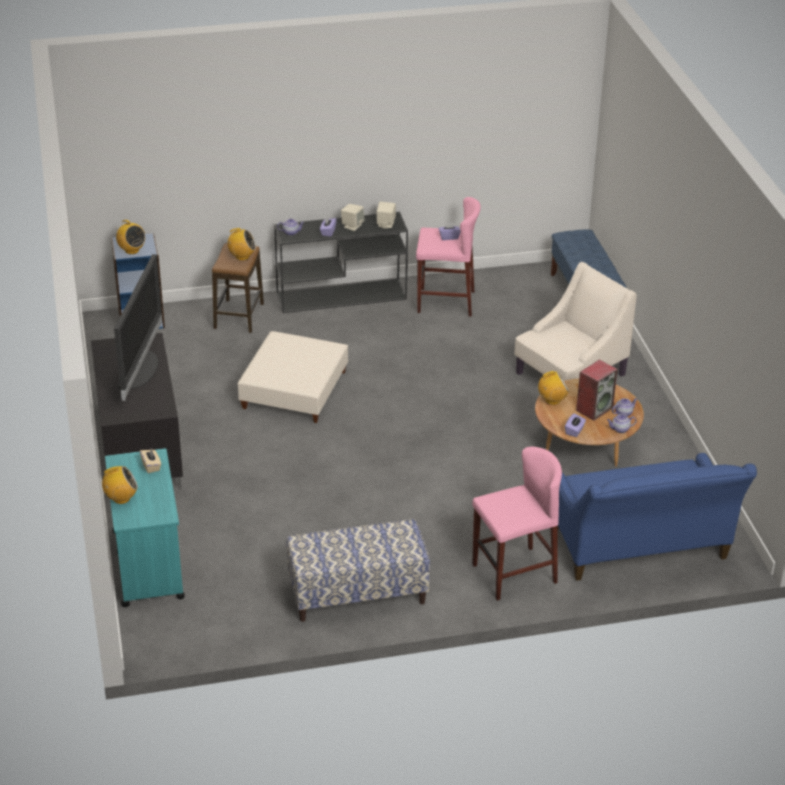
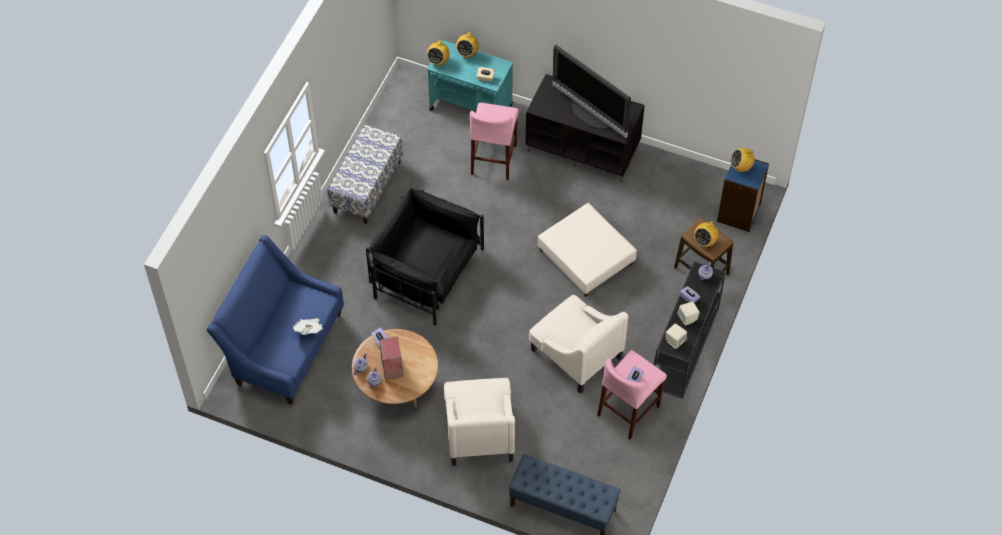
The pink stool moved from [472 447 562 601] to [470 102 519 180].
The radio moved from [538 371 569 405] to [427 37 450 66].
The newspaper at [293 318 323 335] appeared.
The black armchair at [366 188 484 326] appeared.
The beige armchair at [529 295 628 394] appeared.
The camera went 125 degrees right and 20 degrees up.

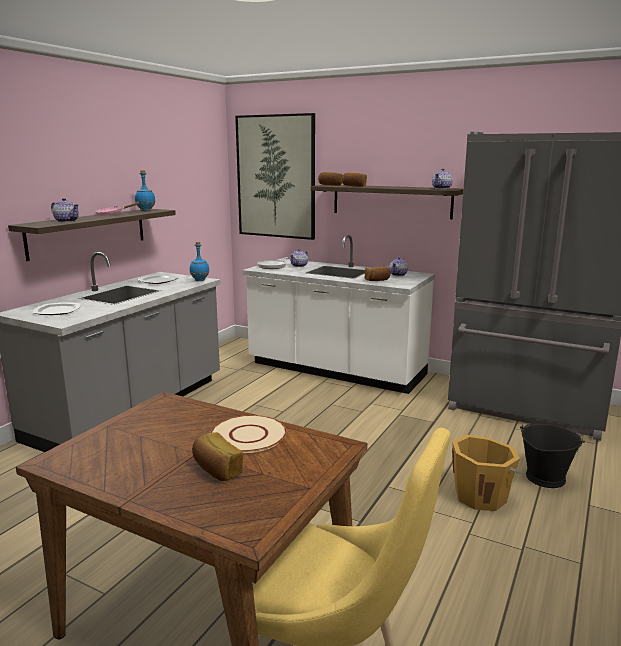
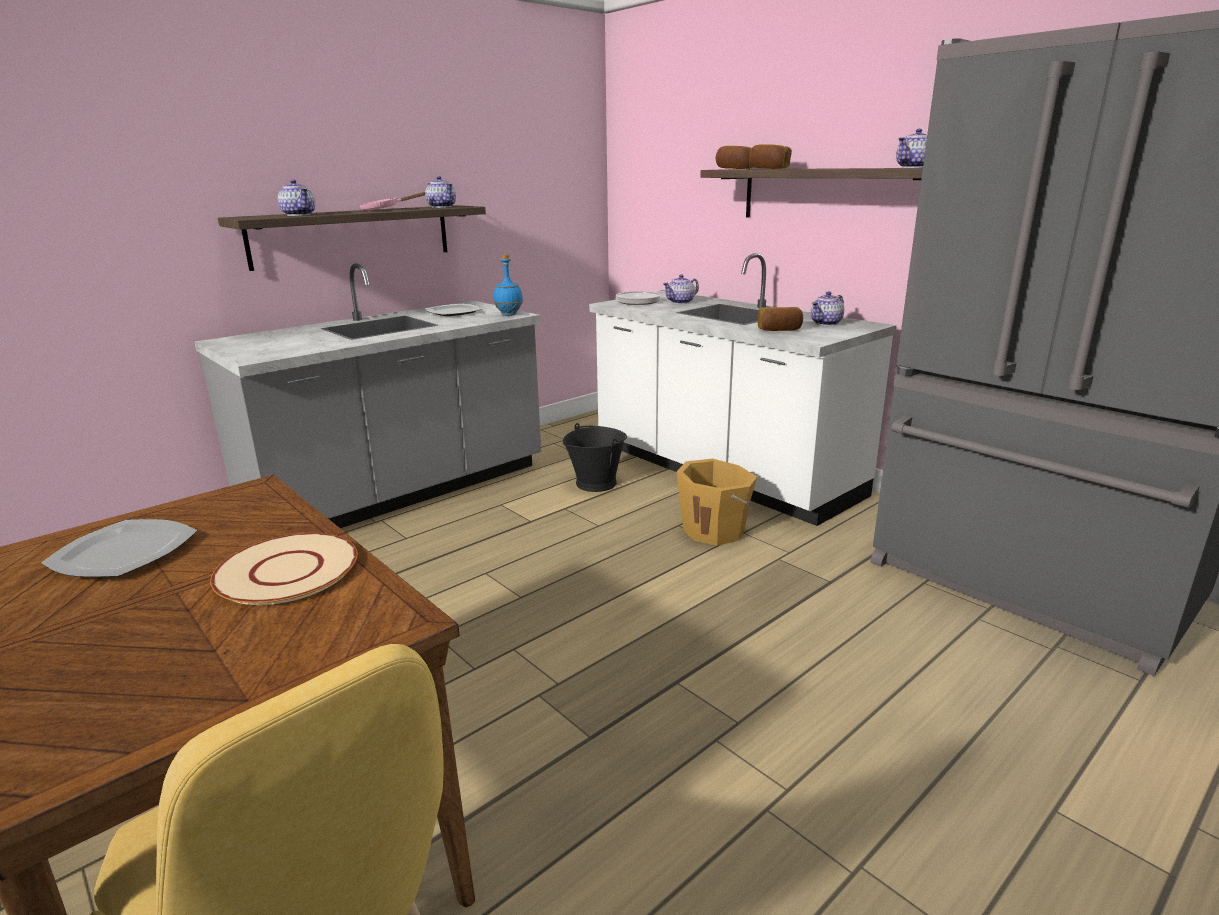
The plate moved from [32 303 81 315] to [41 519 197 577].
The blue bottle at [135 170 155 211] was replaced by the teapot at [425 176 456 208].
The bread at [192 432 243 481] disappeared.
The picture at [235 113 315 240] disappeared.
The orange bucket moved from [452 434 523 511] to [677 459 757 546].
The black bucket moved from [520 424 585 488] to [563 423 627 492].
The camera went 20 degrees right and 5 degrees up.

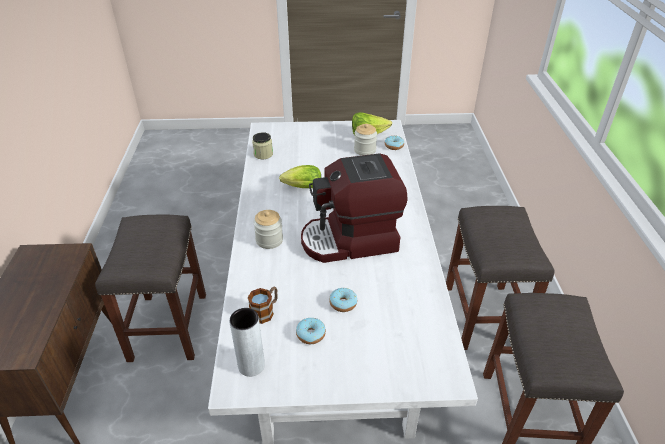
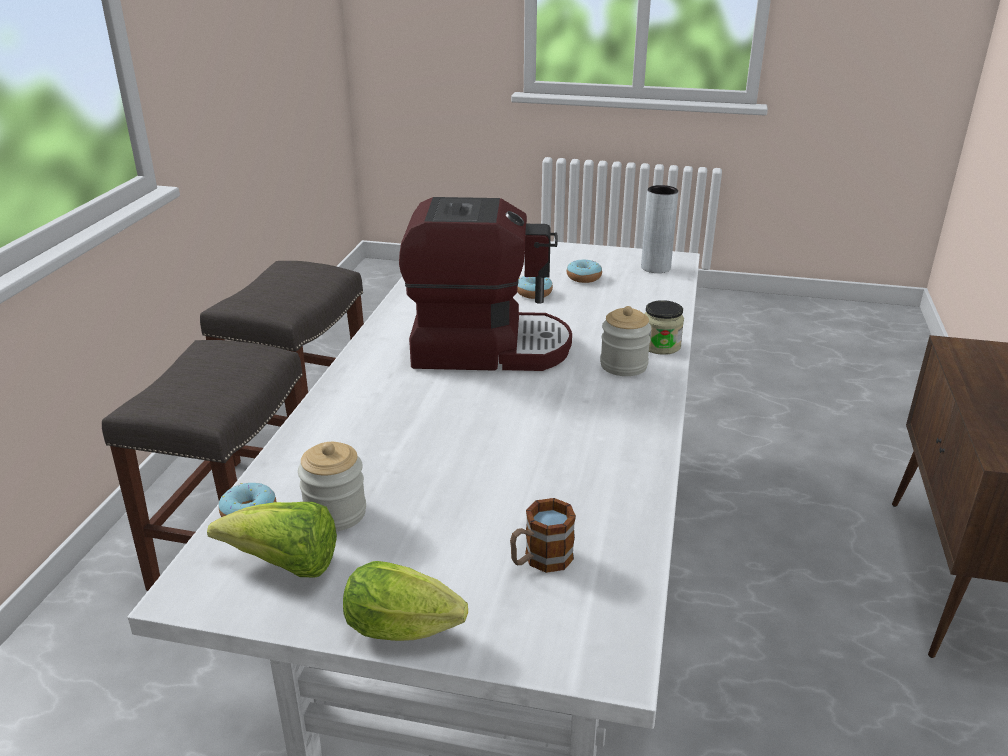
The grey stool at [95 214 206 362] disappeared.
The mug moved from [248 286 278 324] to [510 498 576 573].
The jar moved from [252 132 273 159] to [644 300 684 355].
The lettuce moved from [279 165 321 188] to [343 561 468 641].
The camera went 165 degrees left and 10 degrees down.

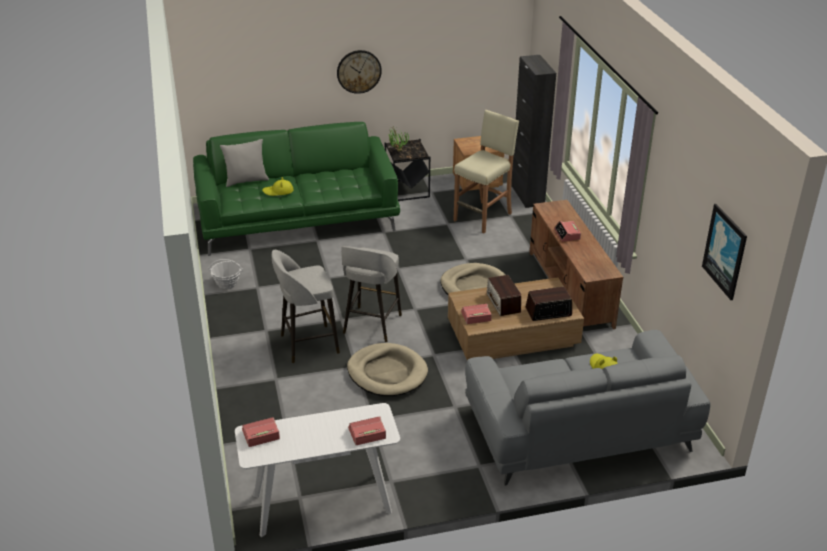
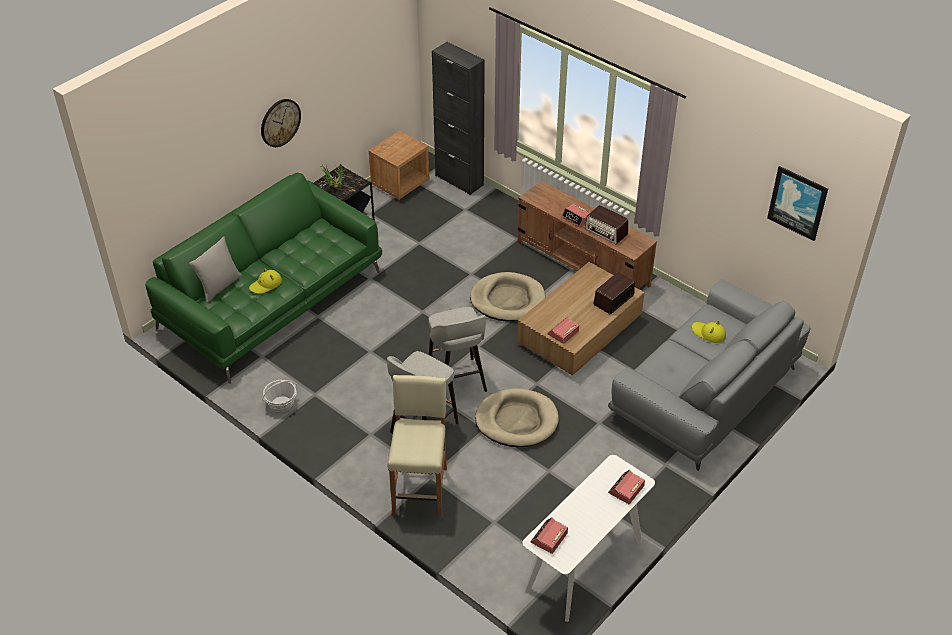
The beige stool moved from [453 110 519 233] to [387 375 447 518].
The radio moved from [487 275 521 316] to [585 205 628 245].
The camera went 35 degrees left and 10 degrees up.

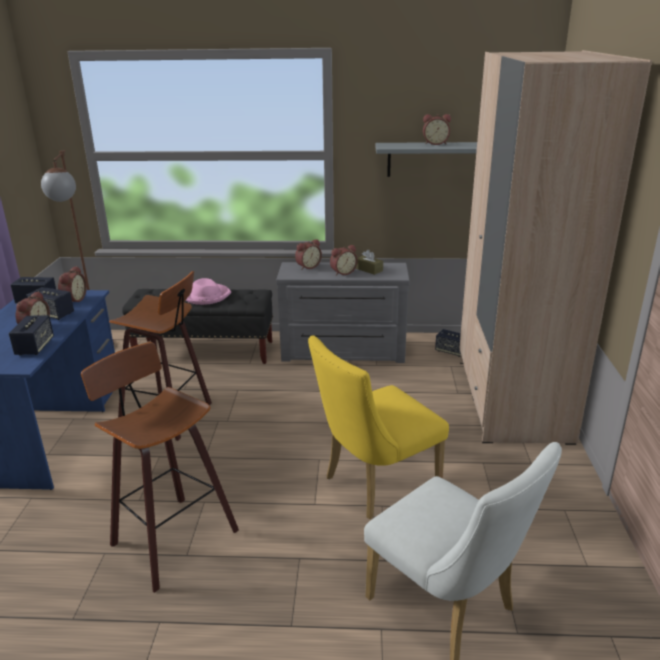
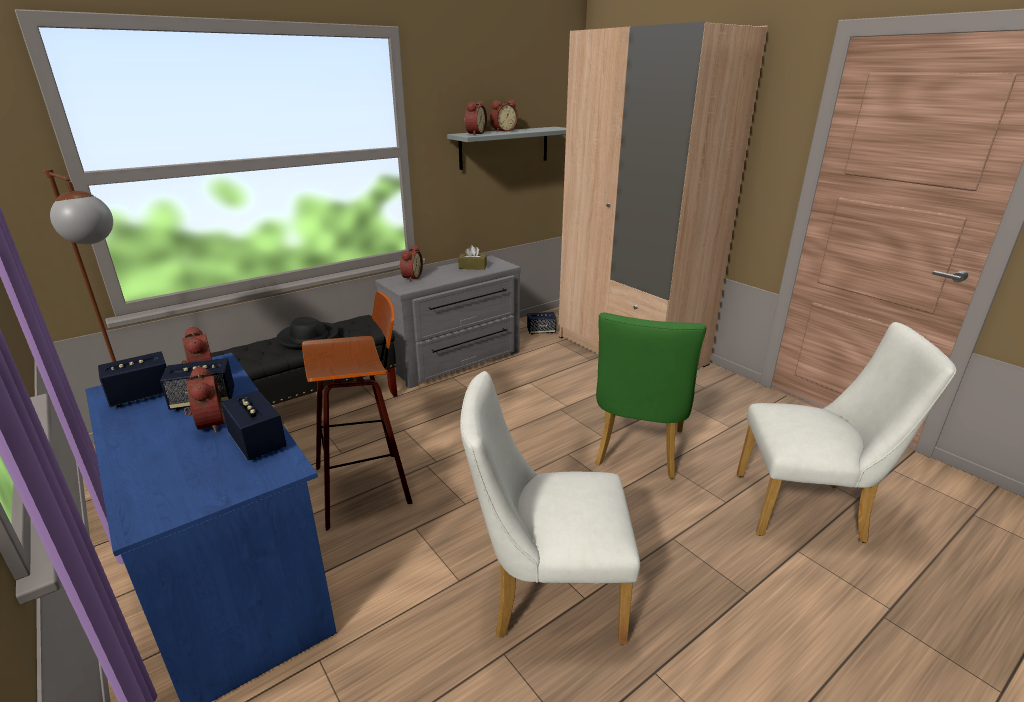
The stool at [81 342 239 593] was replaced by the white chair at [460 371 640 645].
The pink hat at [186 278 231 305] became the black hat at [277 317 339 350].
The yellow chair at [308 335 449 519] became the green chair at [595 312 706 479].
The alarm clock moved from [330 245 358 276] to [464 101 487 135].
The camera went 40 degrees left and 0 degrees up.

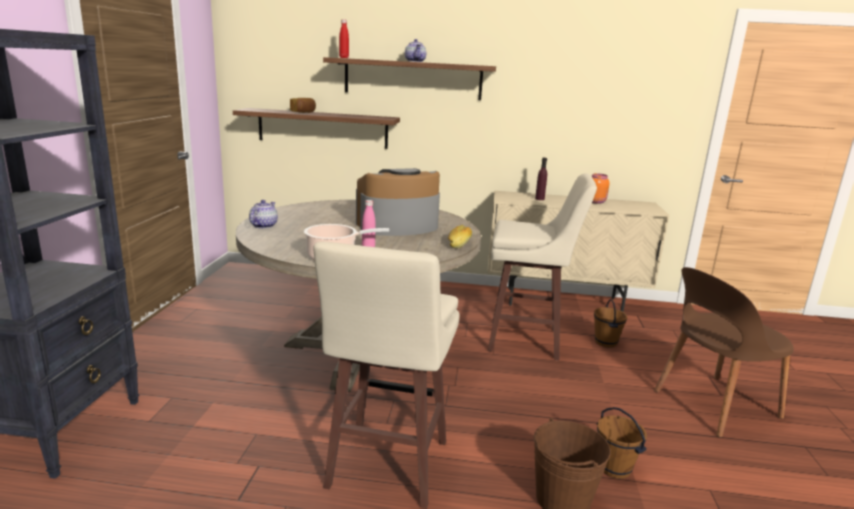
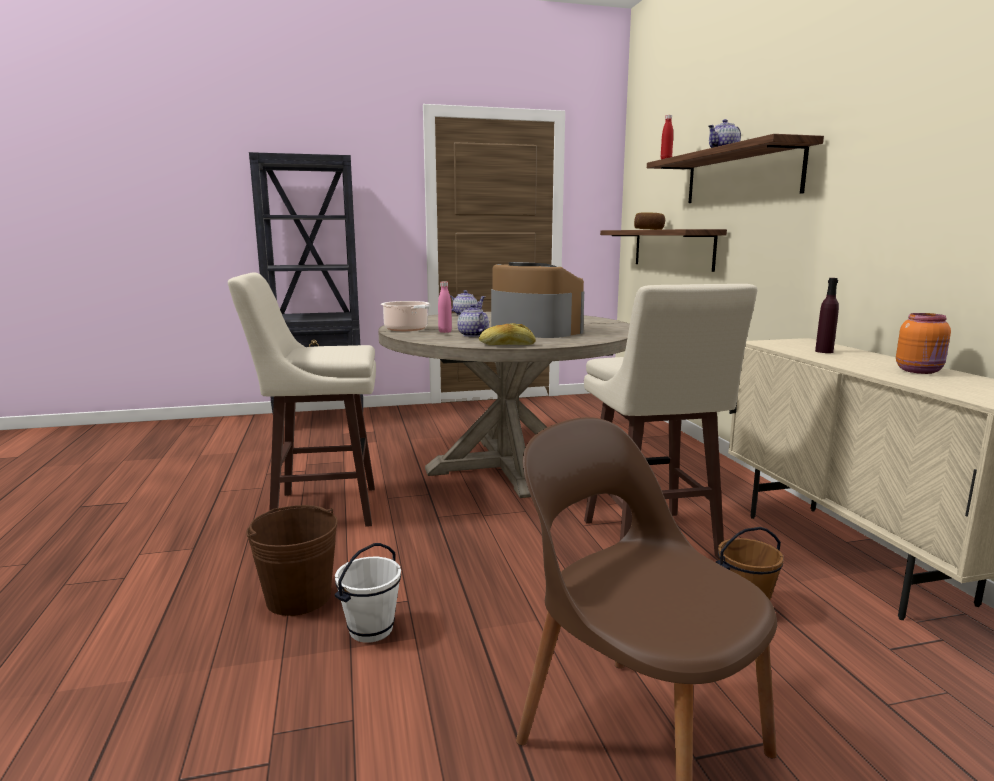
The brown bucket at [597 407 647 479] became the white bucket at [334 543 401 643].
The teapot at [457 304 489 337] appeared.
The camera went 70 degrees right and 5 degrees down.

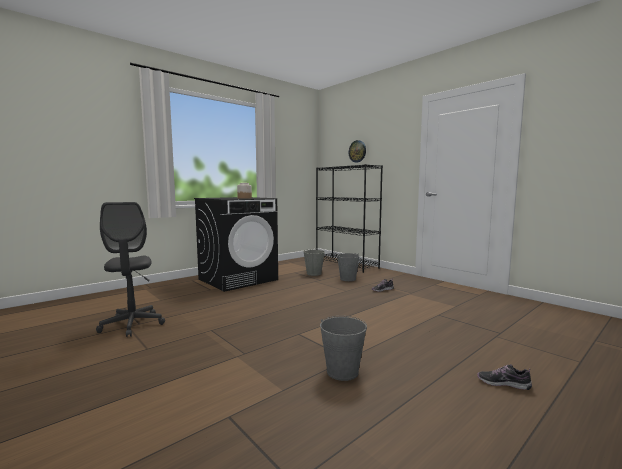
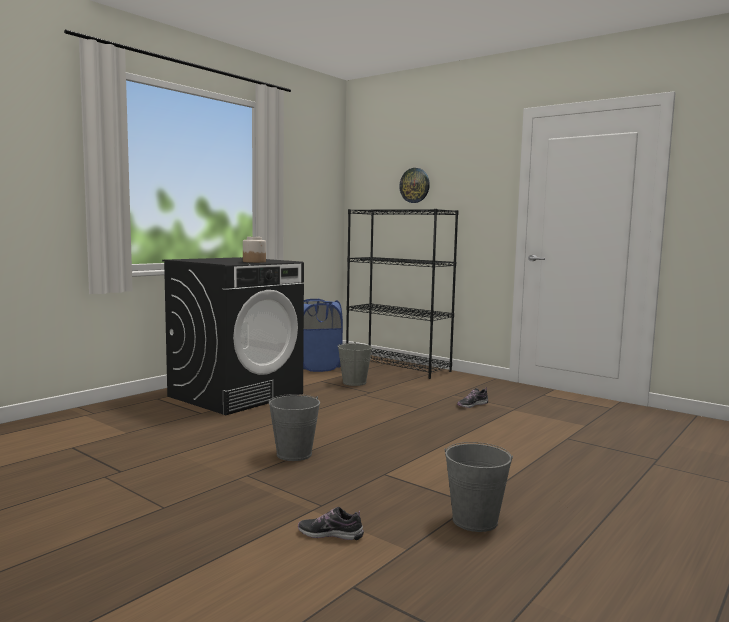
The grey office chair at [96 202 165 337] disappeared.
The grey bucket moved from [337 253 360 281] to [269 394 320 461].
The shoe moved from [477 364 532 390] to [298 507 364 540].
The blue laundry basket at [303 299 343 372] appeared.
The camera went 10 degrees left and 0 degrees up.

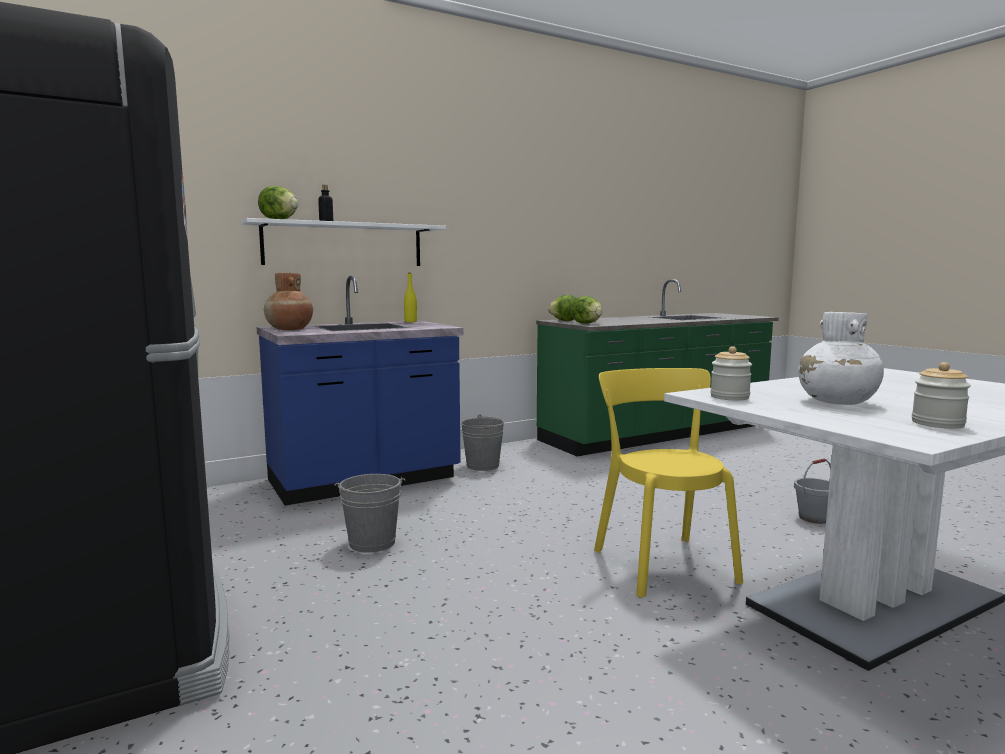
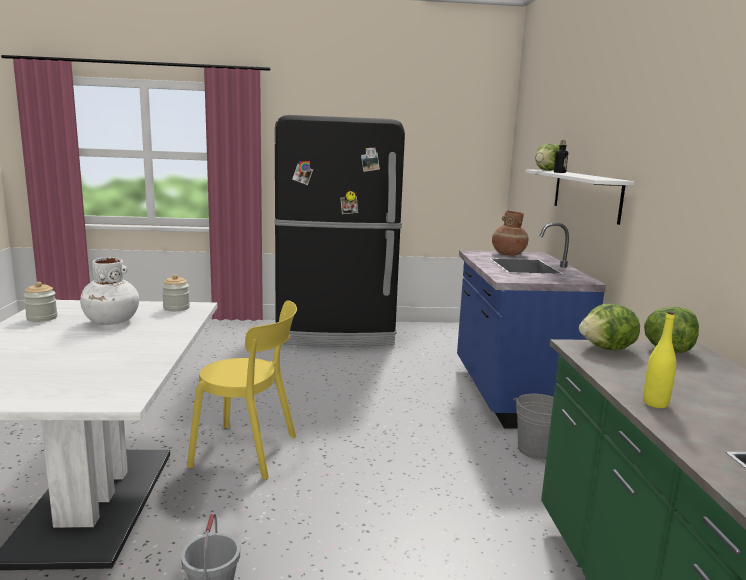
The grey bucket at [334 474 405 553] disappeared.
The yellow bottle moved from [404 273 417 322] to [643 311 676 408].
The camera went 115 degrees right and 5 degrees up.

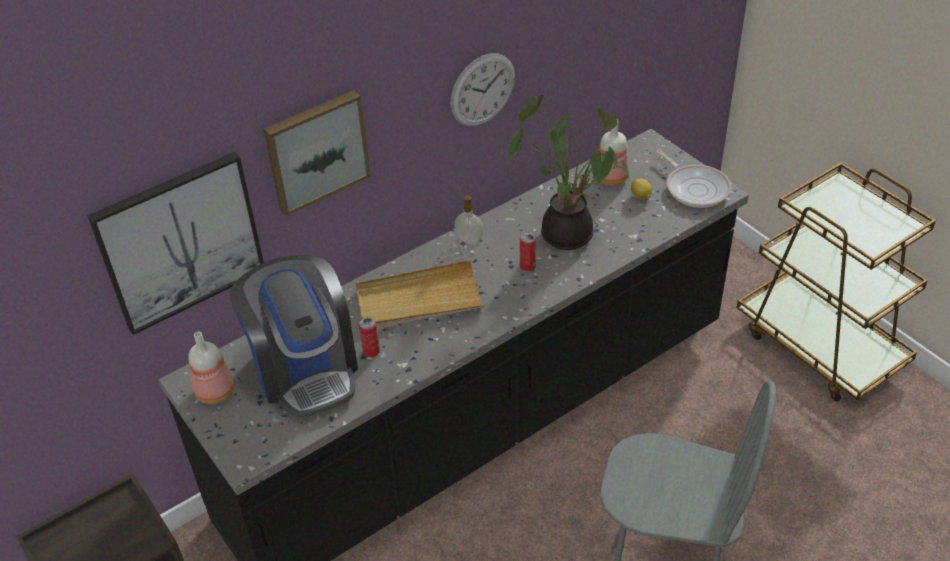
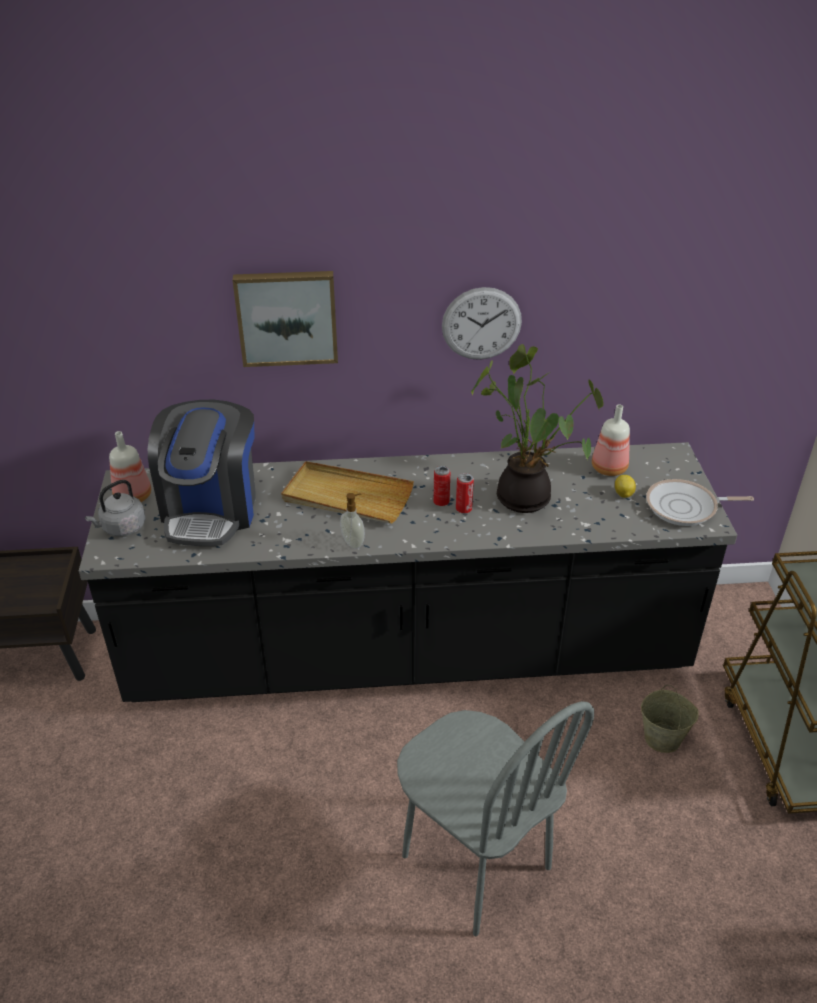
The picture at [87 152 264 335] disappeared.
The can moved from [359 317 380 357] to [433 466 450 506].
The soap dispenser moved from [455 193 483 244] to [340 493 365 549].
The frying pan at [656 149 731 208] turned 90 degrees clockwise.
The grey kettle at [85 480 145 536] appeared.
The beige bucket at [641 685 699 753] appeared.
The camera went 30 degrees right and 5 degrees down.

